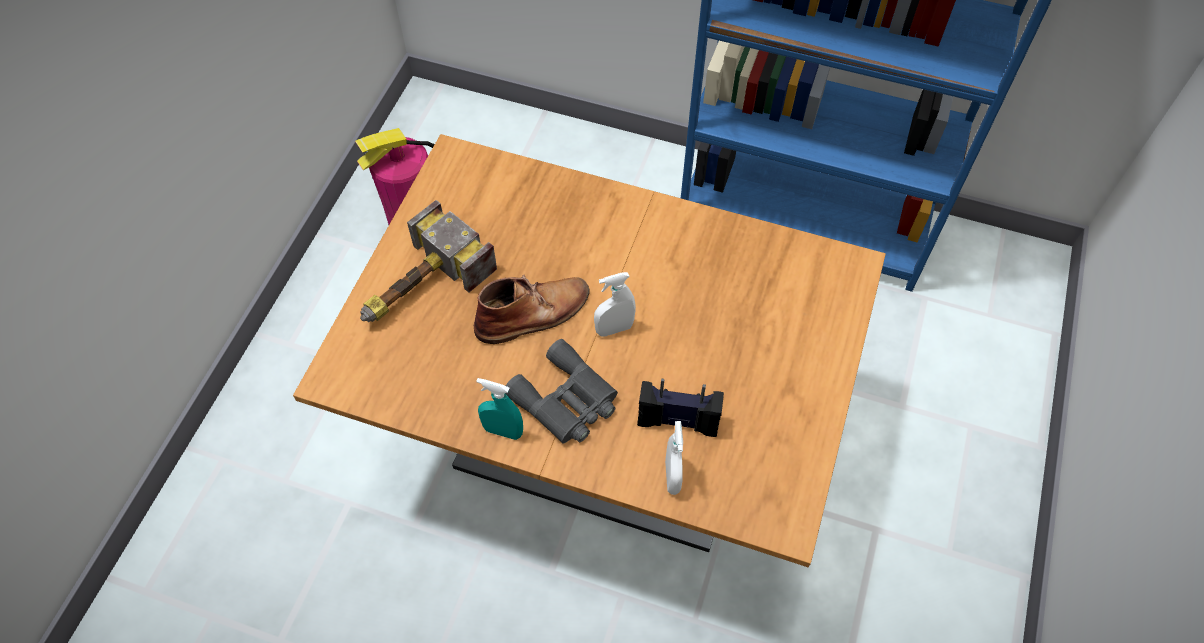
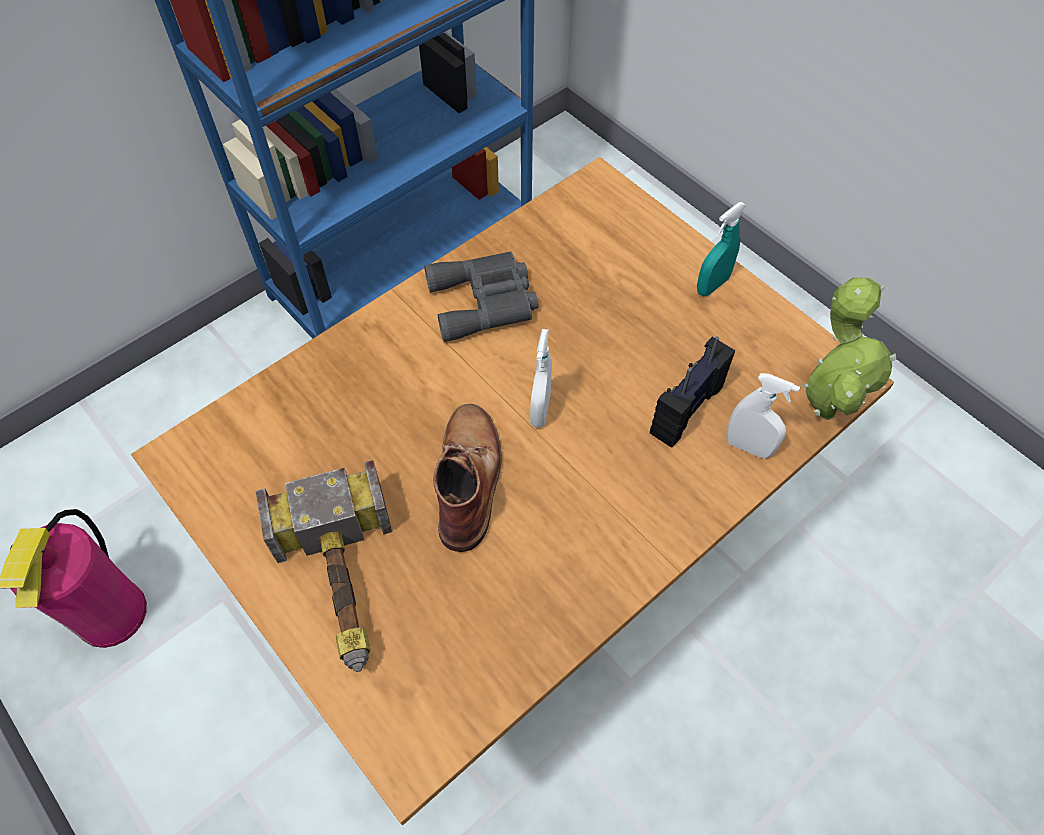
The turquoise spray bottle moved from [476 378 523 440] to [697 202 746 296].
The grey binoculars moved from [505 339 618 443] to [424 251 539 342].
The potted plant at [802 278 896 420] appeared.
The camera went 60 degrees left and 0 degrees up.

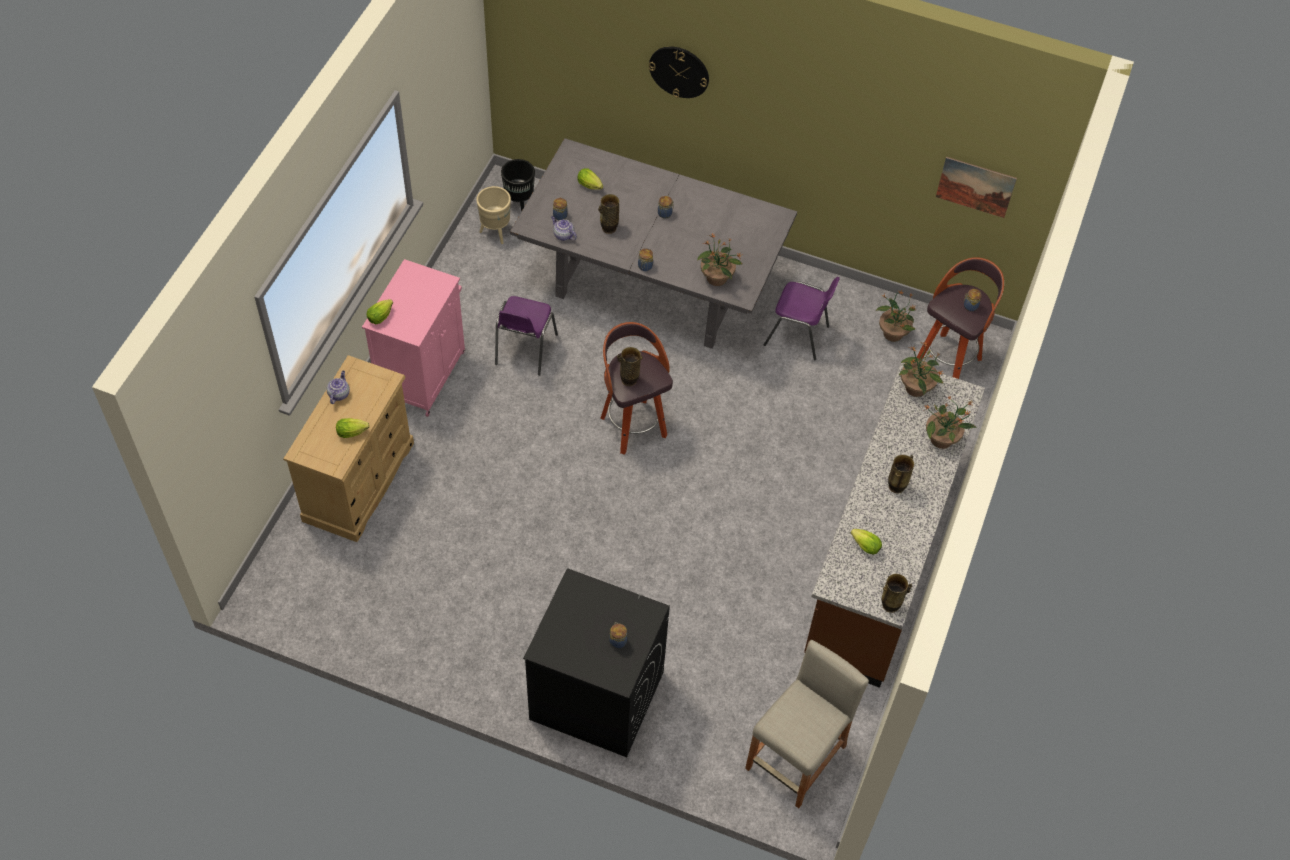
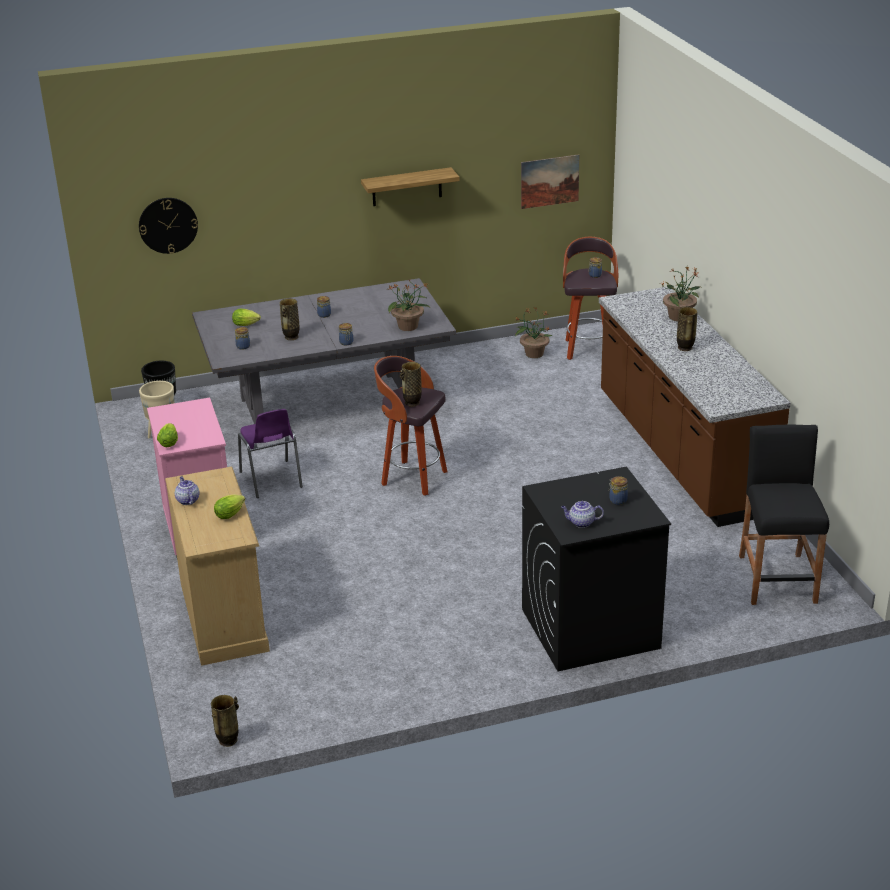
The teapot moved from [551 216 577 241] to [561 501 604 528].
The wall clock moved from [649 46 709 98] to [139 198 198 254].
The beige stool at [745 640 869 808] became the black stool at [739 425 829 605].
The purple chair at [764 277 840 360] disappeared.
The lettuce at [850 529 882 554] disappeared.
The vase moved from [882 574 912 613] to [211 695 239 747].
The potted plant at [899 341 943 397] disappeared.
The shelf at [361 167 460 206] appeared.
The camera went 35 degrees left and 25 degrees down.

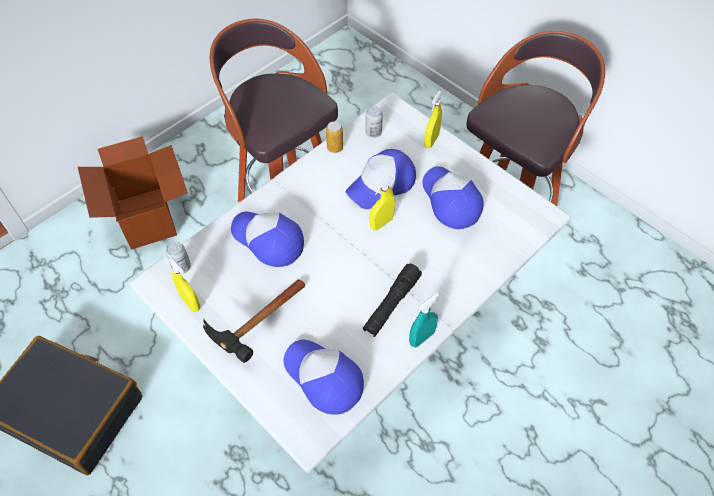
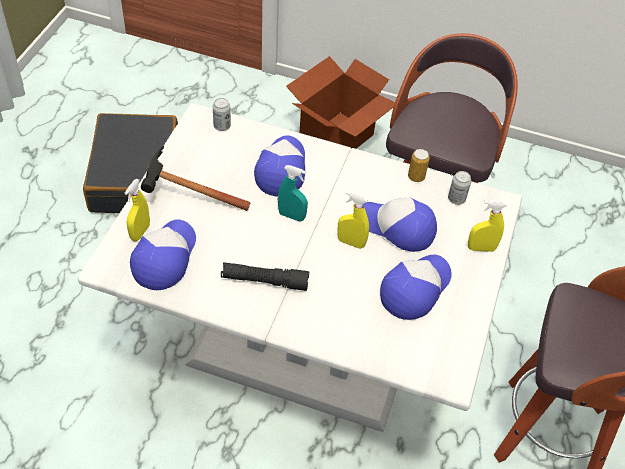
The yellow spray bottle moved from [168 257 200 312] to [125 179 150 241].
The turquoise spray bottle moved from [409 293 439 348] to [278 165 308 221].
The camera went 60 degrees right and 5 degrees down.

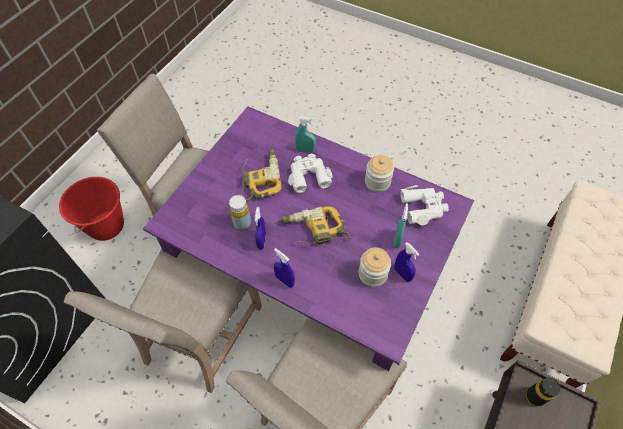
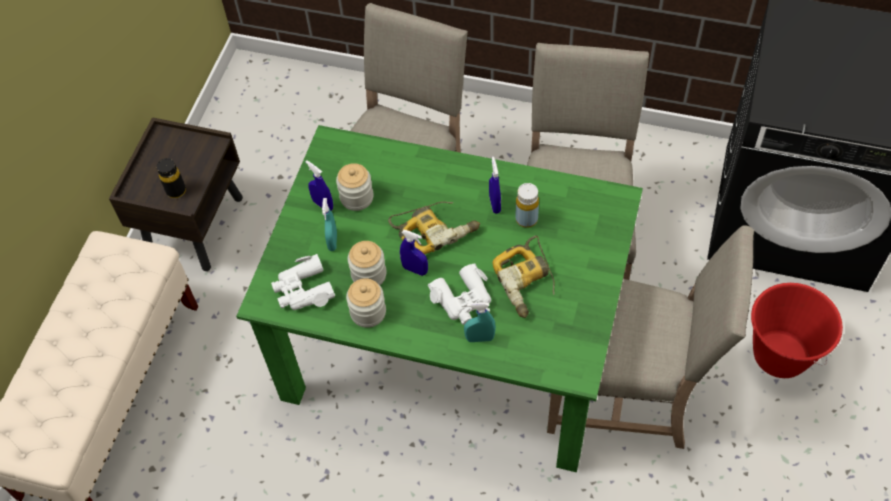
The purple dining table at [143 106 474 371] became the green dining table at [236 125 643 472].
The blue spray bottle moved from [274 248 295 288] to [400 230 428 276].
The jar at [348 241 387 285] appeared.
The camera went 170 degrees right and 0 degrees up.

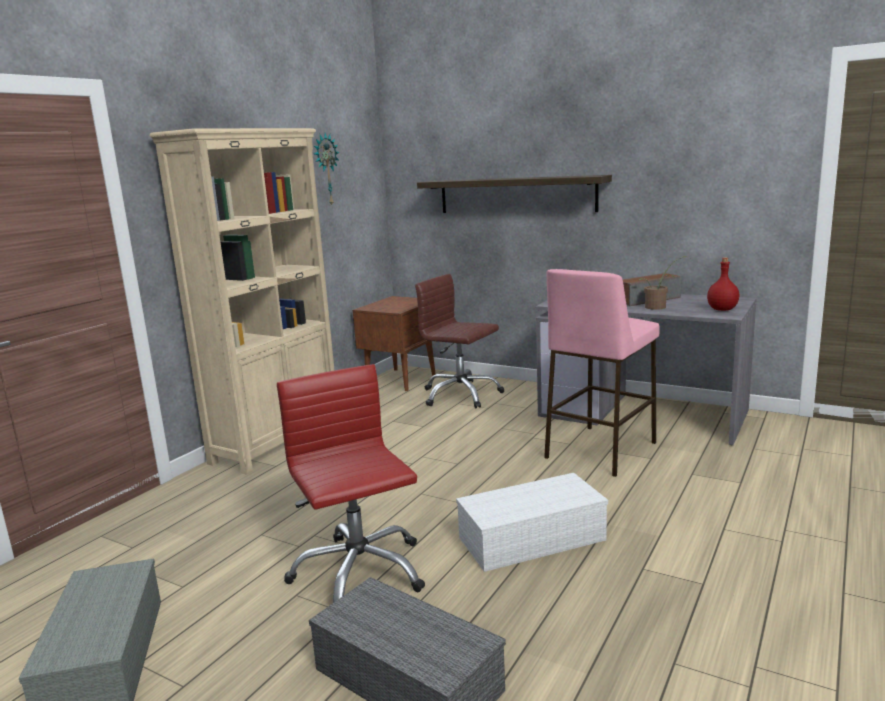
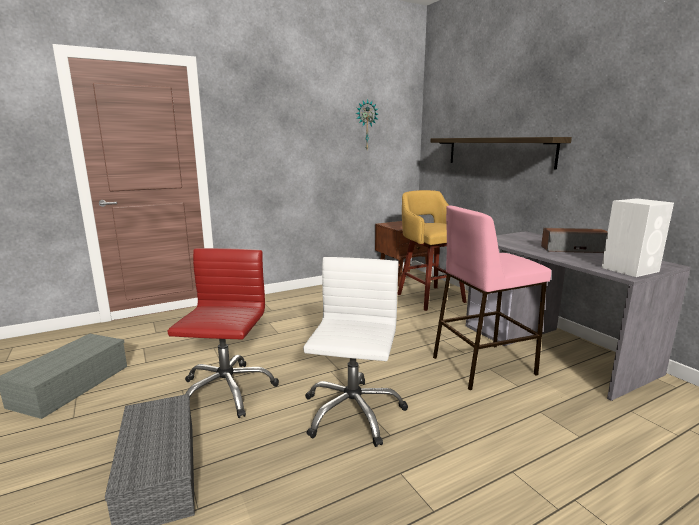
The beige bookcase at [150 128 335 475] disappeared.
The brown office chair at [415 274 504 408] was replaced by the yellow stool at [397 190 466 311].
The white storage box at [456 473 608 572] was replaced by the white office chair at [303 257 408 447].
The potted plant at [639 256 689 310] disappeared.
The red bottle at [707 258 739 311] was replaced by the white speaker at [602 198 674 277].
The camera went 30 degrees right and 0 degrees up.

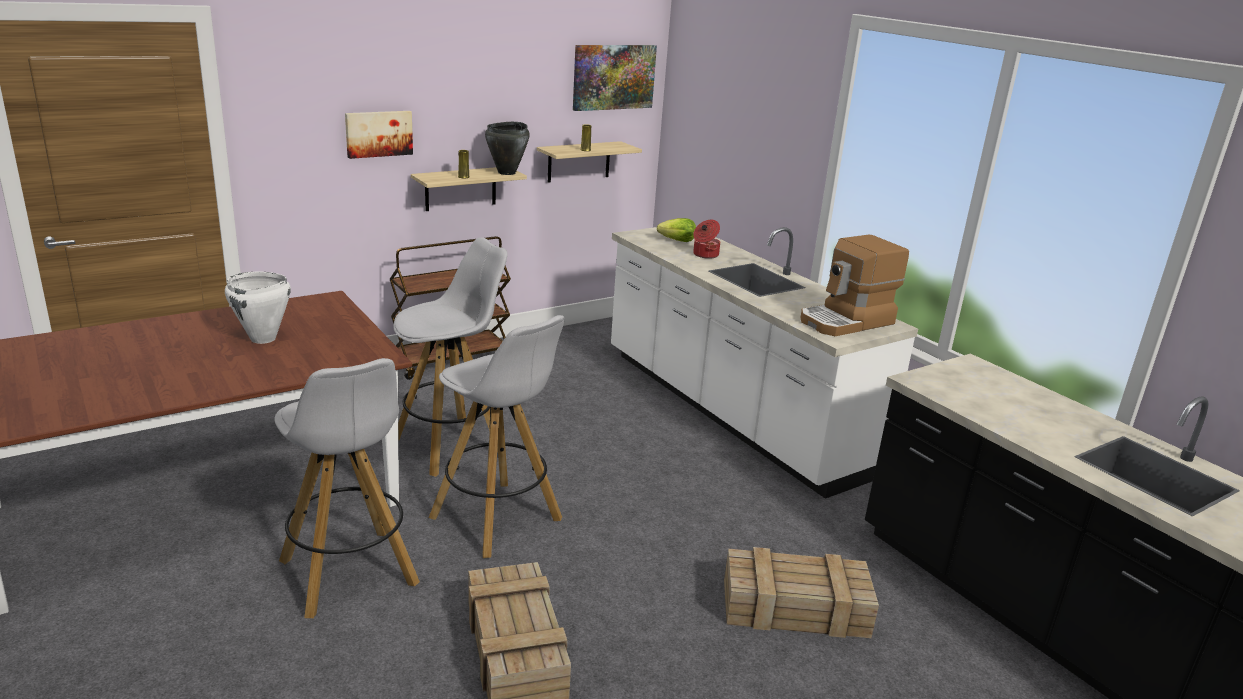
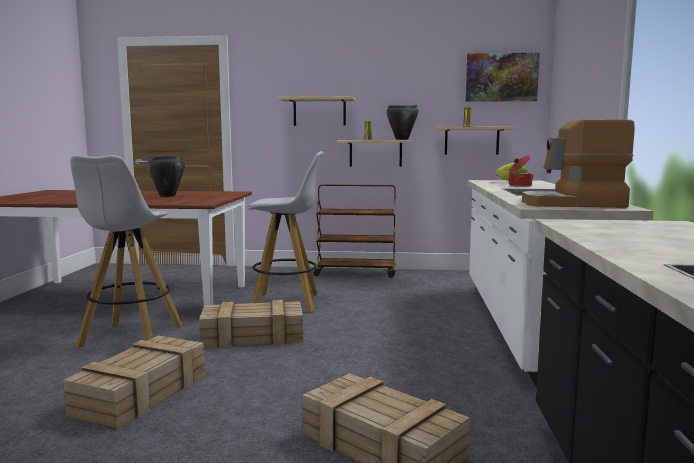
The white cooking pot at [225 272 291 344] became the black cooking pot at [147 156 185 197].
The picture at [345 111 413 159] was replaced by the shelf at [278 96 356 126].
The white stool at [429 315 565 558] was replaced by the crate at [199 300 303 348].
The camera went 40 degrees right and 15 degrees down.

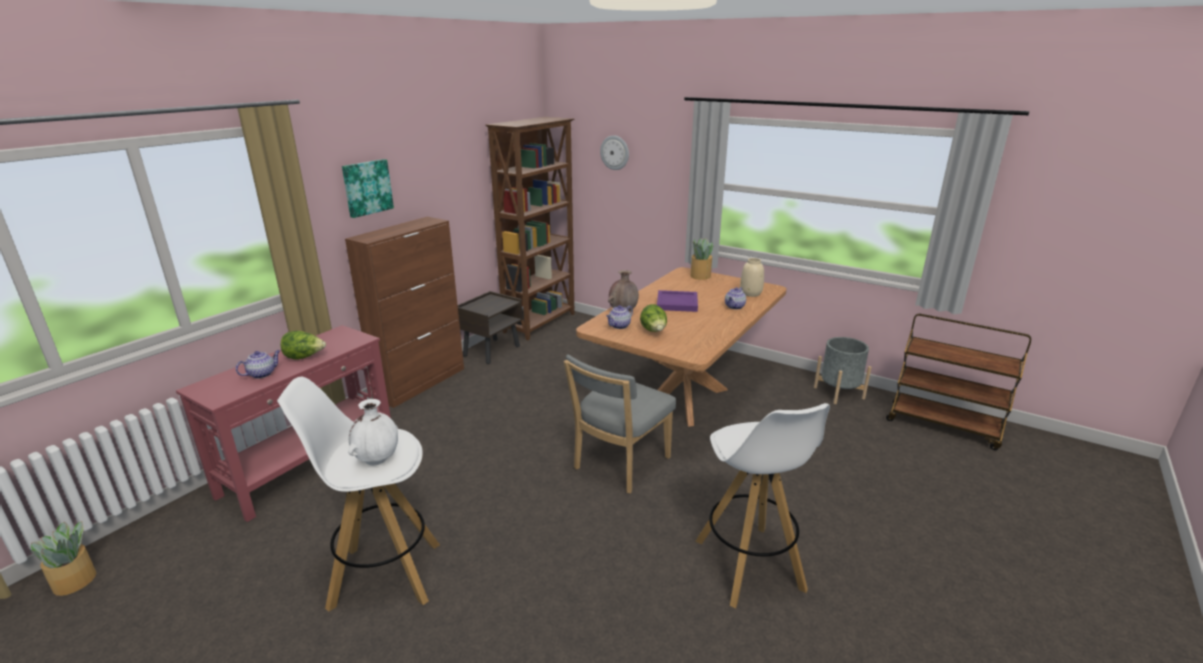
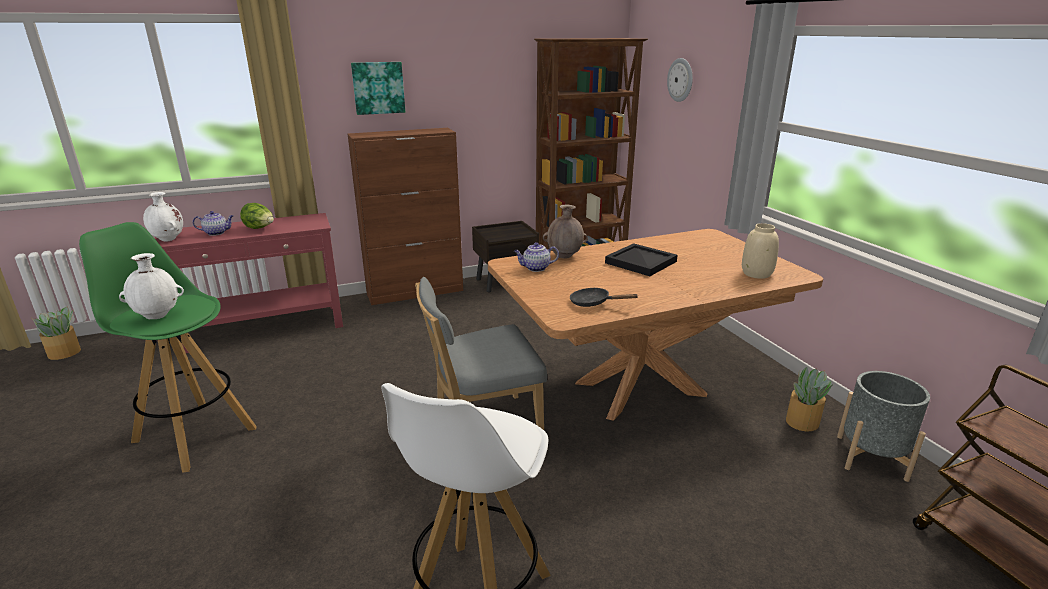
The white stool at [277 377 440 612] became the green stool at [79 222 257 473].
The lettuce at [640 304 667 332] disappeared.
The purple tray at [657 290 698 312] became the black tray at [605 243 678 276].
The potted plant moved from [691 238 713 280] to [786 367 833 432].
The teapot at [725 287 746 309] disappeared.
The white vase at [143 192 183 242] appeared.
The black frying pan at [570 287 639 307] appeared.
The camera went 35 degrees right and 0 degrees up.

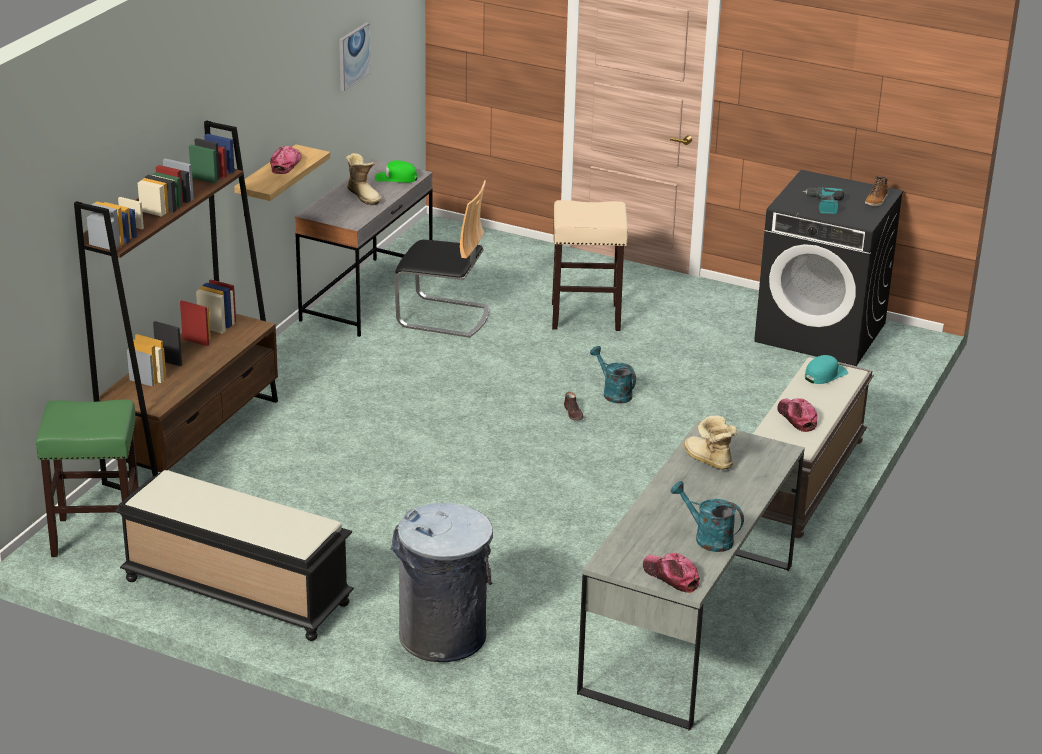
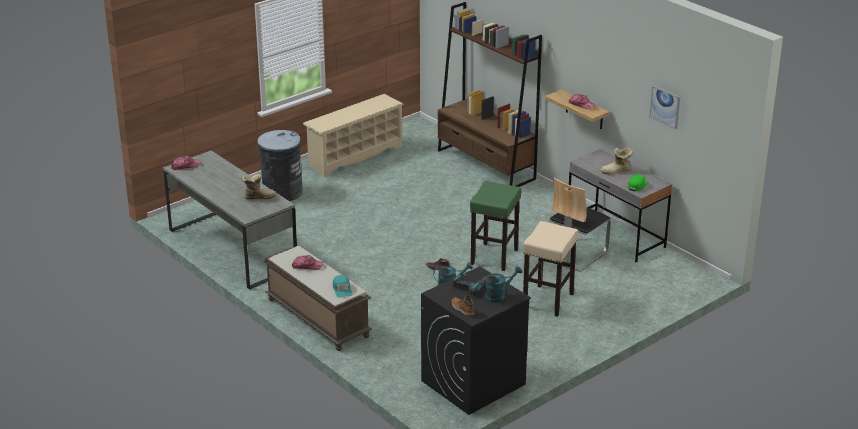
The green stool moved from [36 400 139 557] to [470 181 521 271].
The black bench at [115 470 354 641] was replaced by the beige shoe rack at [303 94 404 177].
The turquoise watering can moved from [671 481 744 552] to [481 266 522 303].
The camera went 115 degrees right and 0 degrees up.

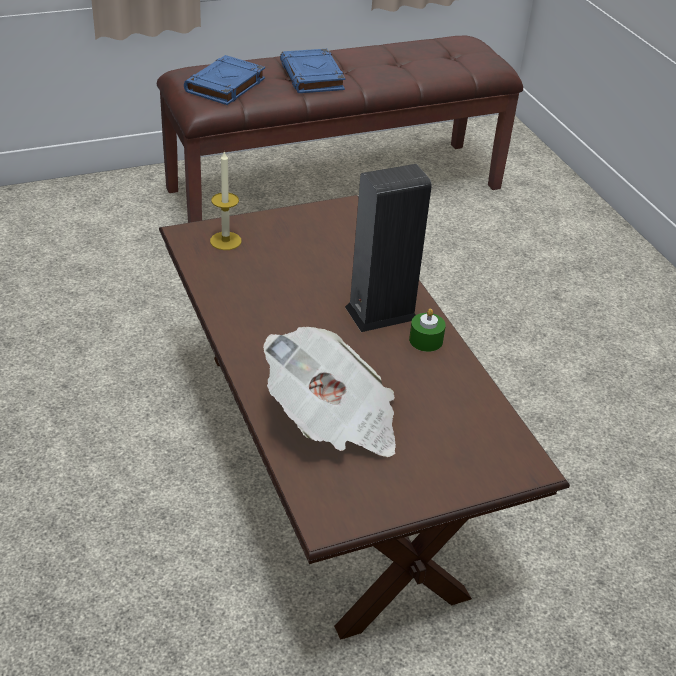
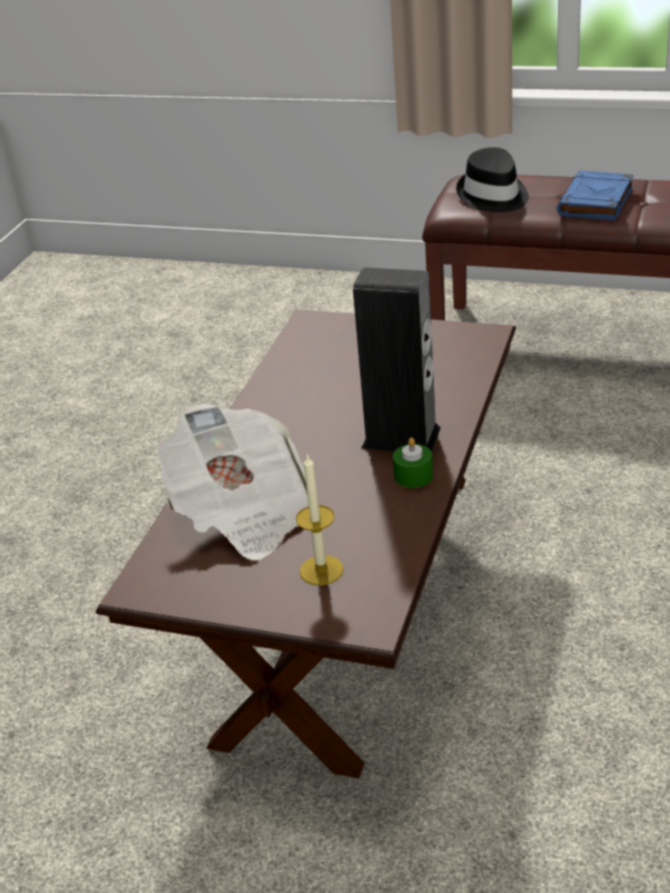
The blue book at [184 55 265 105] was replaced by the black hat at [456 147 529 212].
The candle moved from [210 150 242 250] to [296 453 344 585].
The camera went 45 degrees right and 5 degrees down.

